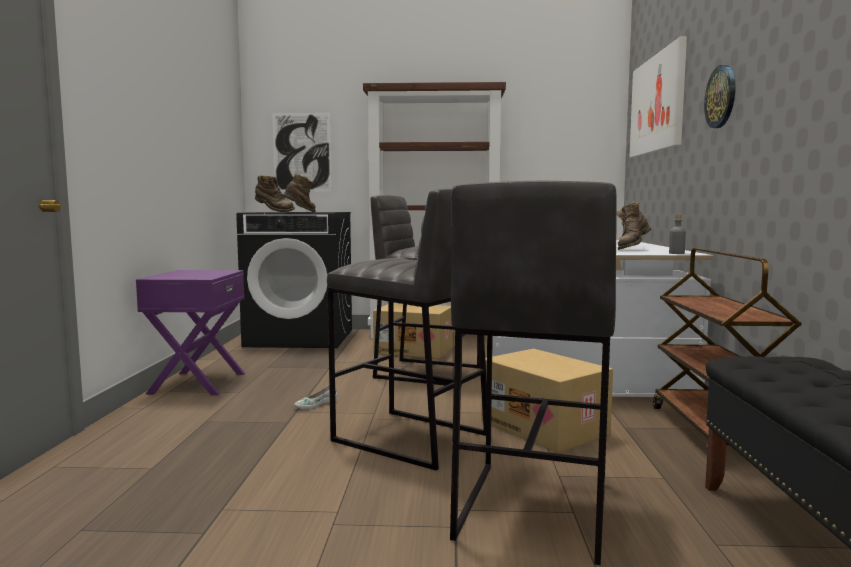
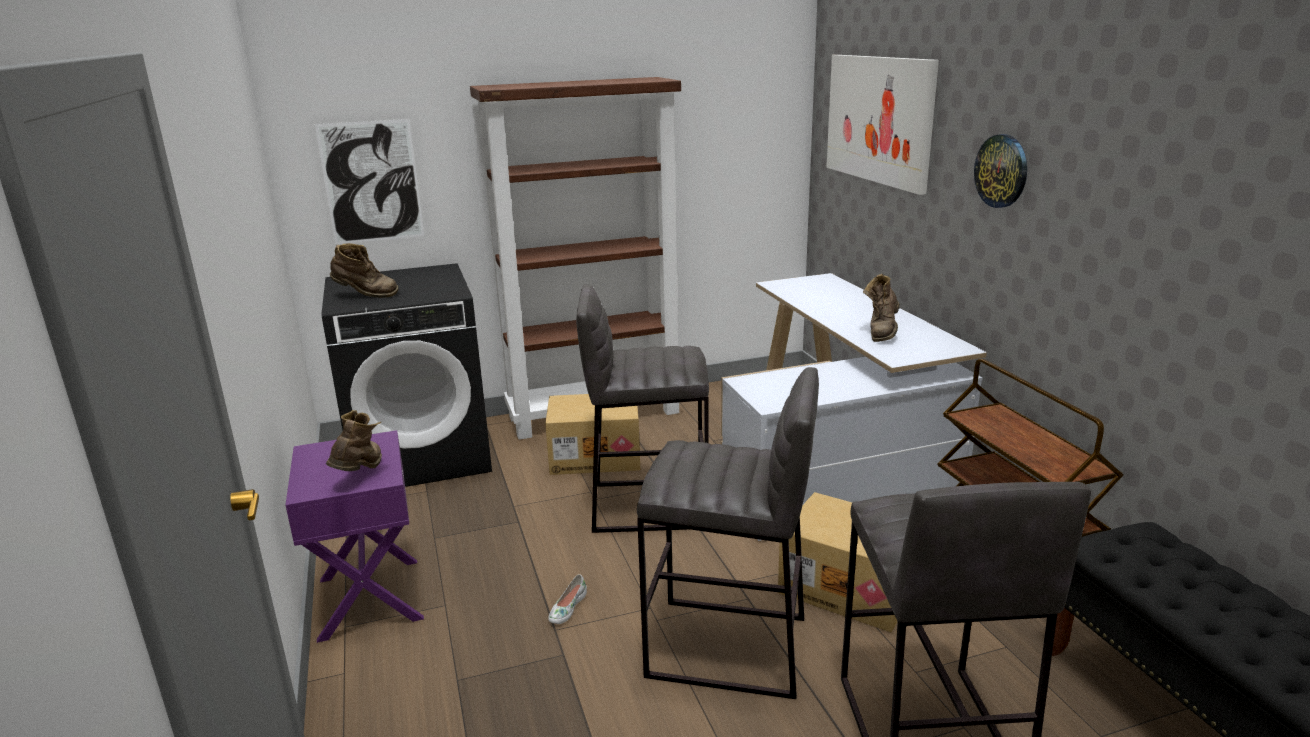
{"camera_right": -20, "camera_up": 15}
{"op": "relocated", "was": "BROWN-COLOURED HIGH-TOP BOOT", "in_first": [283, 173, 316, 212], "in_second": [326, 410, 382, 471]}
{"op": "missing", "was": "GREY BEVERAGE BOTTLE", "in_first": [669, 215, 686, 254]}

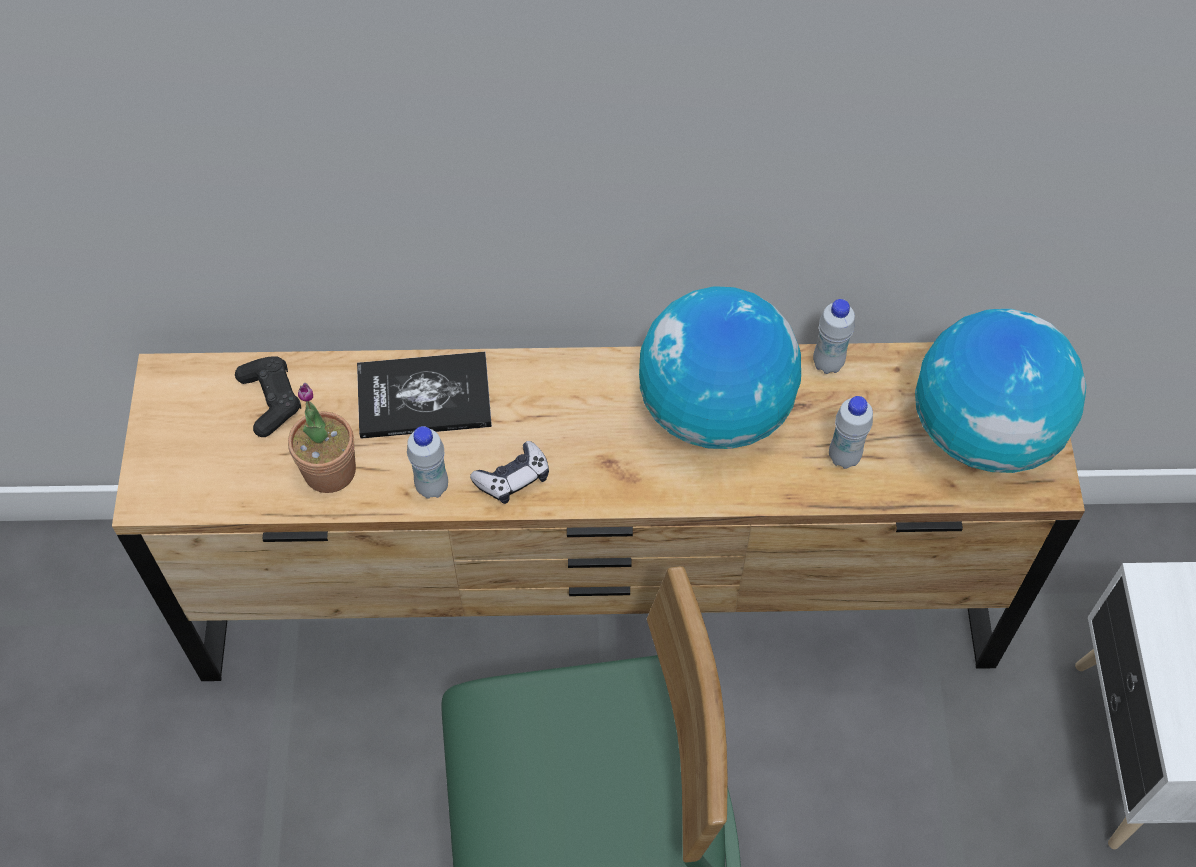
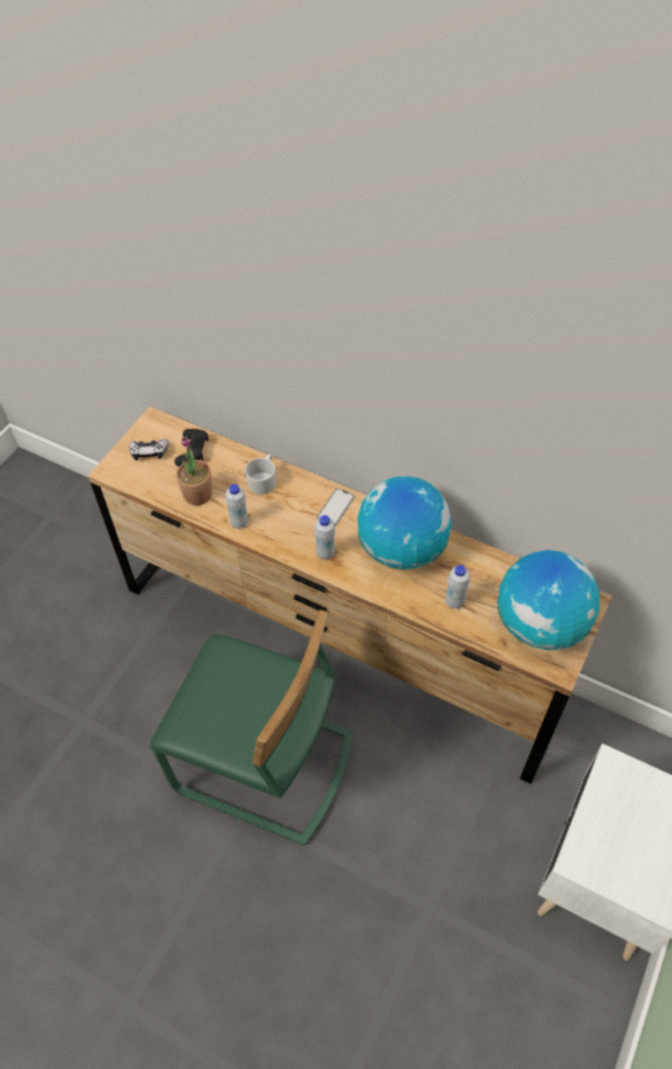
{"camera_right": 30, "camera_up": -5}
{"op": "exchanged", "was": "VOLUME", "now": "WHITE-COLOURED COFFEE MUG", "in_first": [357, 352, 492, 439], "in_second": [245, 454, 276, 494]}
{"op": "relocated", "was": "GAMEPAD", "in_first": [470, 441, 549, 504], "in_second": [129, 439, 169, 460]}
{"op": "relocated", "was": "WHITE-COLOURED BEVERAGE BOTTLE", "in_first": [813, 299, 855, 374], "in_second": [314, 515, 335, 560]}
{"op": "appeared", "now": "HANDSET", "in_second": [317, 488, 354, 526]}

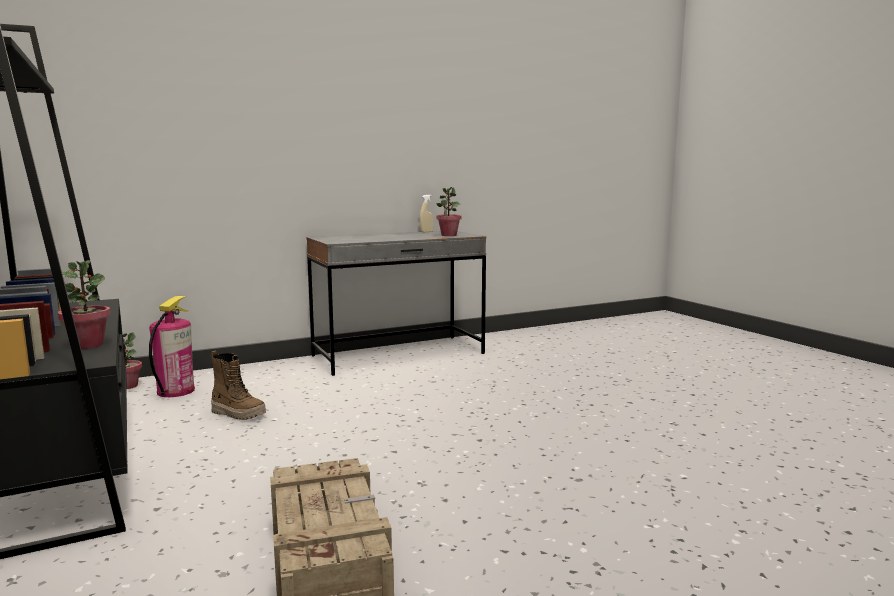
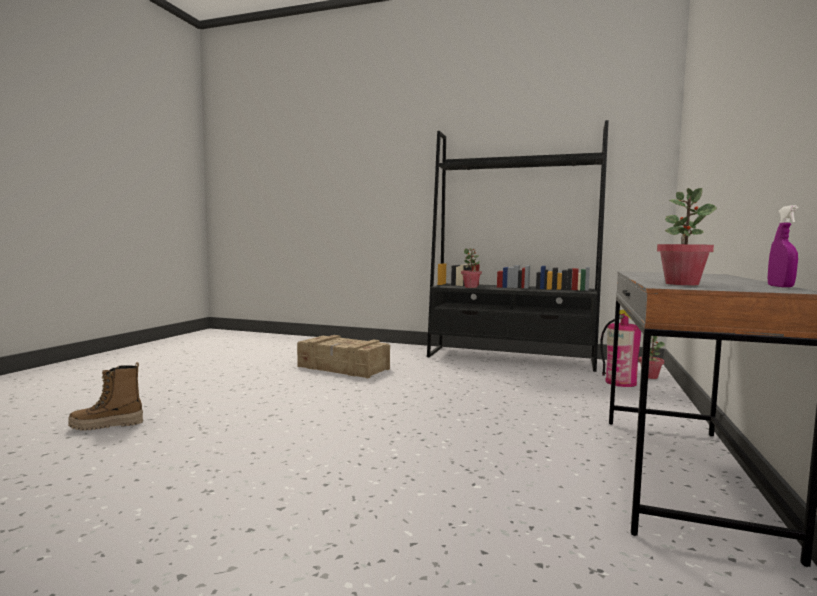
{"camera_right": 135, "camera_up": -5}
{"op": "relocated", "was": "HIGH-TOP BOOT", "in_first": [211, 351, 266, 420], "in_second": [68, 362, 143, 431]}
{"op": "colour", "was": "BEIGE SPRAY BOTTLE", "now": "PURPLE SPRAY BOTTLE", "in_first": [420, 195, 434, 232], "in_second": [768, 205, 799, 287]}

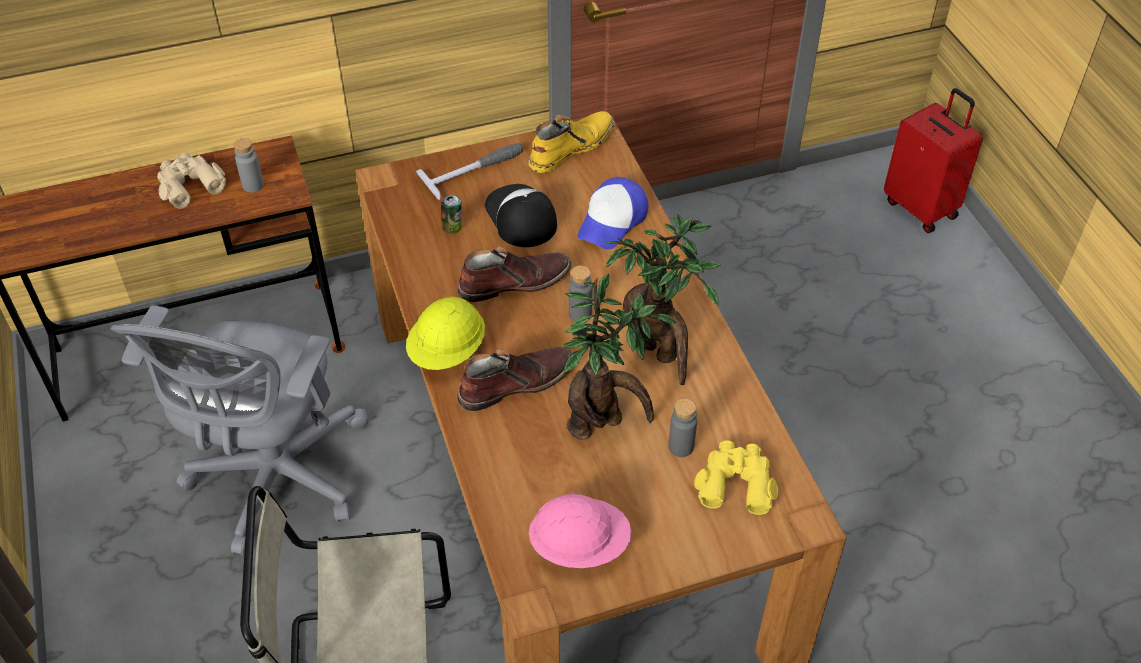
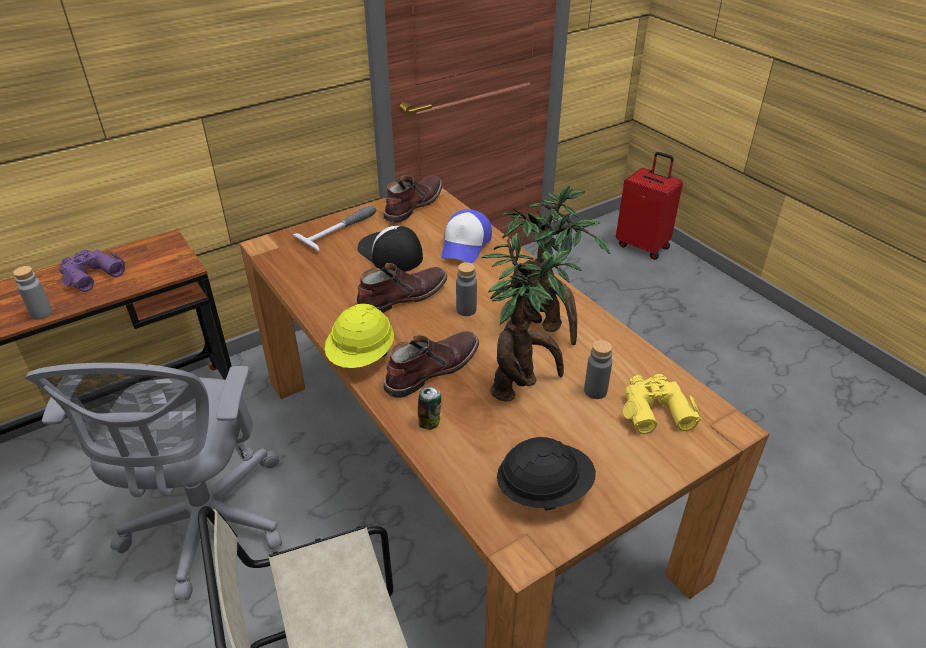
{"camera_right": -15, "camera_up": -10}
{"op": "colour", "was": "BEIGE PAIR OF BINOCULARS", "now": "PURPLE PAIR OF BINOCULARS", "in_first": [157, 153, 226, 209], "in_second": [59, 249, 125, 292]}
{"op": "relocated", "was": "GREY BEVERAGE BOTTLE", "in_first": [234, 138, 264, 193], "in_second": [13, 266, 53, 320]}
{"op": "relocated", "was": "CAN", "in_first": [441, 195, 463, 234], "in_second": [418, 387, 441, 430]}
{"op": "colour", "was": "YELLOWISH HIGH-TOP BOOT", "now": "BROWN-COLOURED HIGH-TOP BOOT", "in_first": [528, 111, 614, 173], "in_second": [384, 175, 442, 223]}
{"op": "colour", "was": "PINK-COLOURED HARD HAT", "now": "BLACK HARD HAT", "in_first": [529, 494, 632, 568], "in_second": [497, 437, 596, 511]}

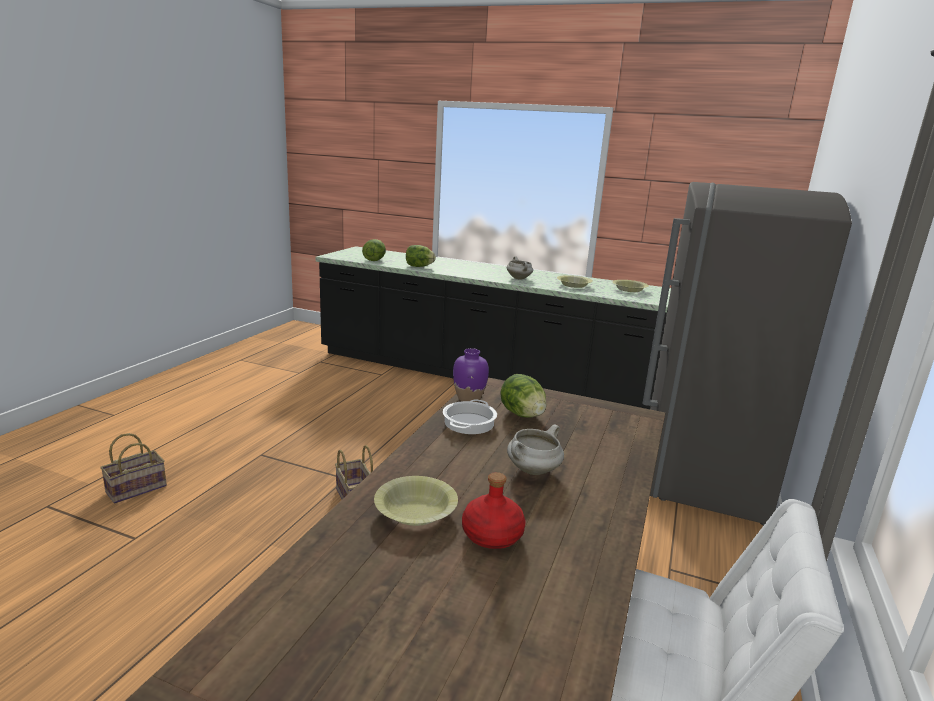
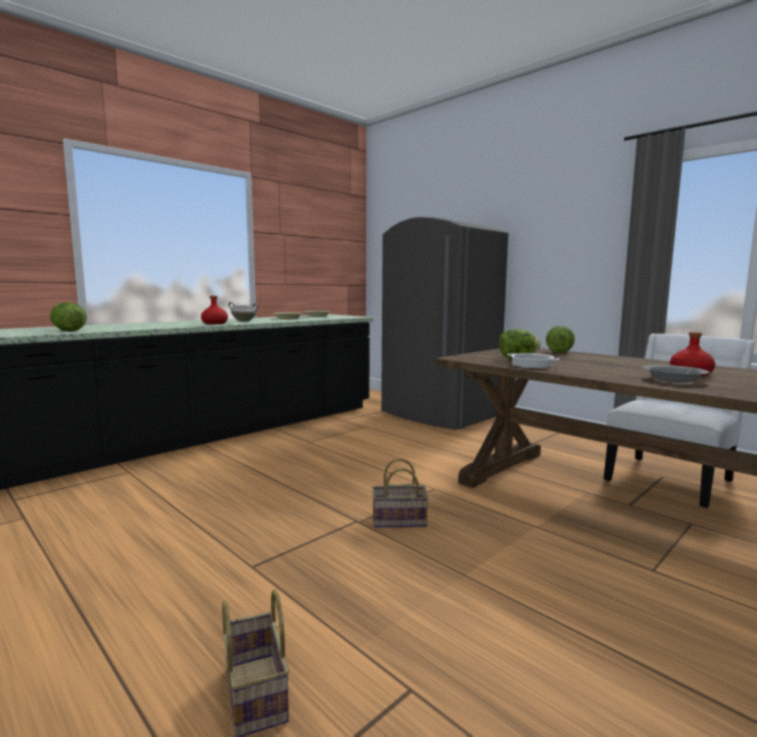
{"camera_right": -65, "camera_up": -10}
{"op": "colour", "was": "YELLOWISH SERVING BOWL", "now": "GREY SERVING BOWL", "in_first": [374, 476, 458, 526], "in_second": [643, 365, 709, 383]}
{"op": "relocated", "was": "HEAD OF LETTUCE", "in_first": [406, 245, 436, 267], "in_second": [546, 326, 575, 353]}
{"op": "missing", "was": "PURPLE FLOWER VASE", "in_first": [453, 348, 489, 402]}
{"op": "missing", "was": "WHITE-COLOURED SAUCEPOT", "in_first": [507, 424, 564, 475]}
{"op": "appeared", "now": "RED BEVERAGE BOTTLE", "in_second": [201, 296, 228, 324]}

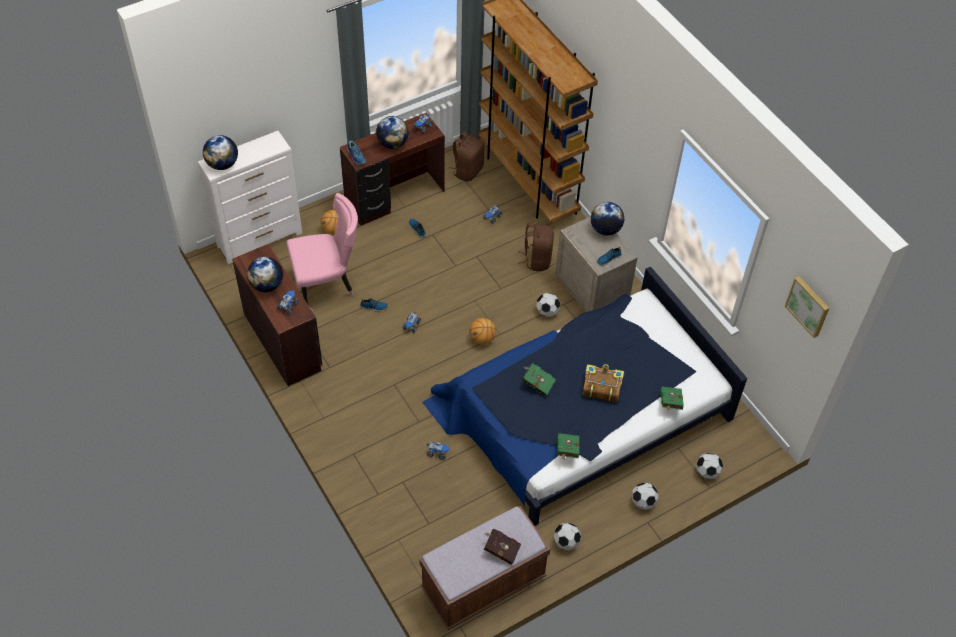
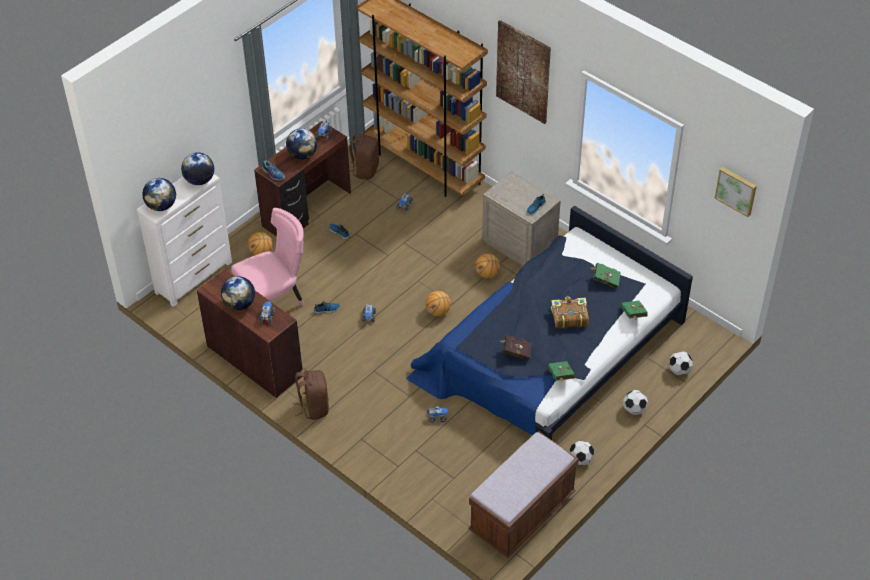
{"camera_right": -15, "camera_up": -5}
{"op": "relocated", "was": "RED VOLUME", "in_first": [484, 529, 521, 564], "in_second": [500, 335, 531, 360]}
{"op": "relocated", "was": "BROWN-COLOURED KNAPSACK", "in_first": [518, 223, 554, 271], "in_second": [293, 370, 329, 420]}
{"op": "relocated", "was": "GREEN VOLUME", "in_first": [522, 363, 556, 396], "in_second": [591, 263, 621, 289]}
{"op": "exchanged", "was": "FOOTBALL BALL", "now": "BALL FOR BASKETBALL", "in_first": [536, 293, 560, 317], "in_second": [475, 253, 500, 278]}
{"op": "relocated", "was": "GLOBE", "in_first": [591, 202, 624, 236], "in_second": [181, 152, 214, 185]}
{"op": "appeared", "now": "WALL ART", "in_second": [496, 20, 551, 124]}

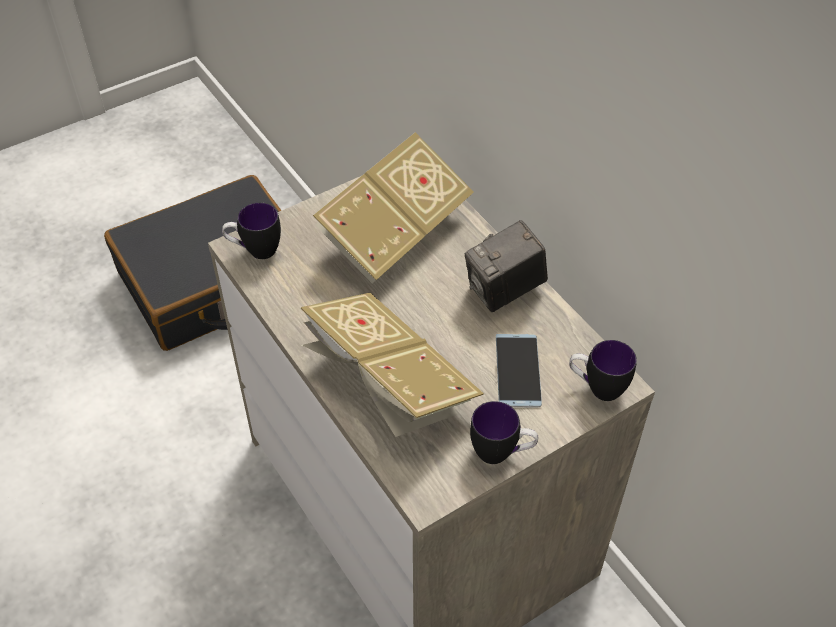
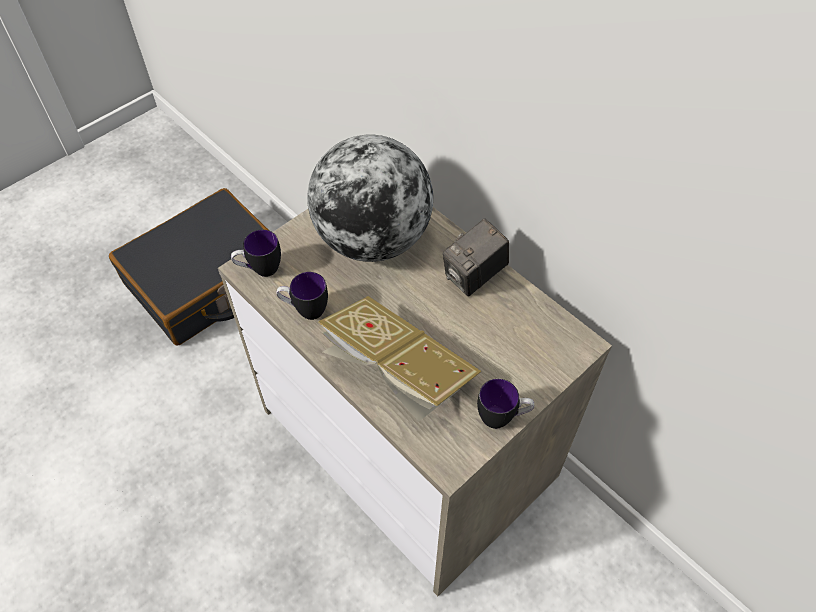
{"camera_right": -10, "camera_up": 5}
{"op": "exchanged", "was": "VOLUME", "now": "GLOBE", "in_first": [313, 132, 474, 284], "in_second": [308, 135, 433, 262]}
{"op": "missing", "was": "HANDSET", "in_first": [496, 334, 542, 407]}
{"op": "relocated", "was": "COFFEE MUG", "in_first": [569, 340, 637, 401], "in_second": [276, 272, 328, 320]}

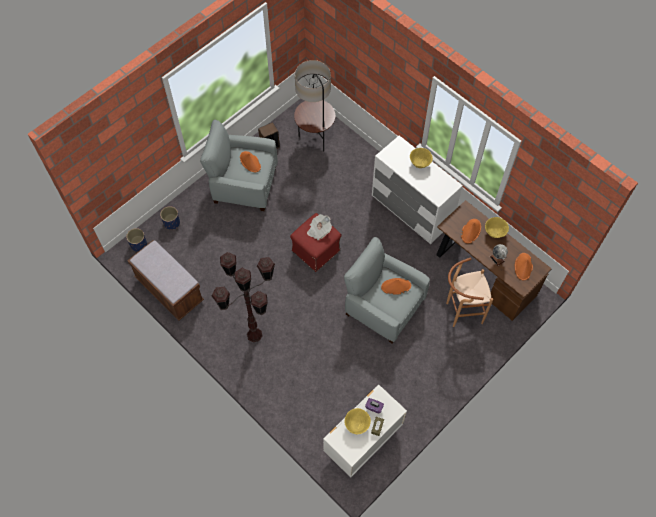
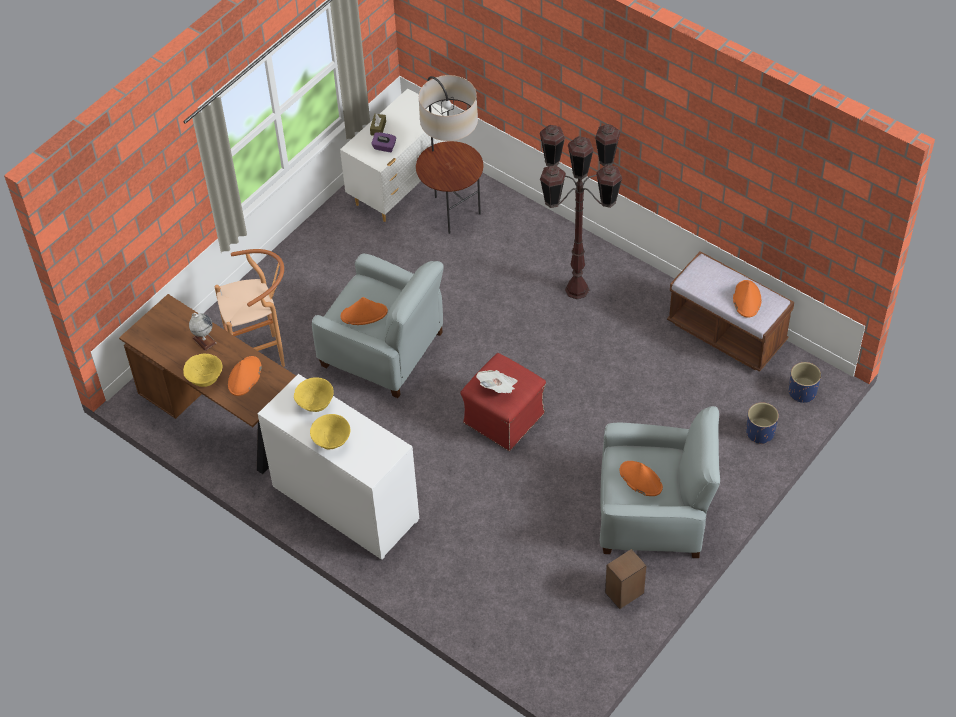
{"camera_right": 175, "camera_up": -10}
{"op": "relocated", "was": "STANDARD LAMP", "in_first": [294, 60, 335, 152], "in_second": [416, 75, 483, 234]}
{"op": "relocated", "was": "YELLOWISH SERVING BOWL", "in_first": [345, 408, 371, 434], "in_second": [294, 377, 334, 412]}
{"op": "relocated", "was": "ORANGE-COLOURED WEARABLE HAT", "in_first": [515, 253, 533, 280], "in_second": [733, 280, 761, 318]}

